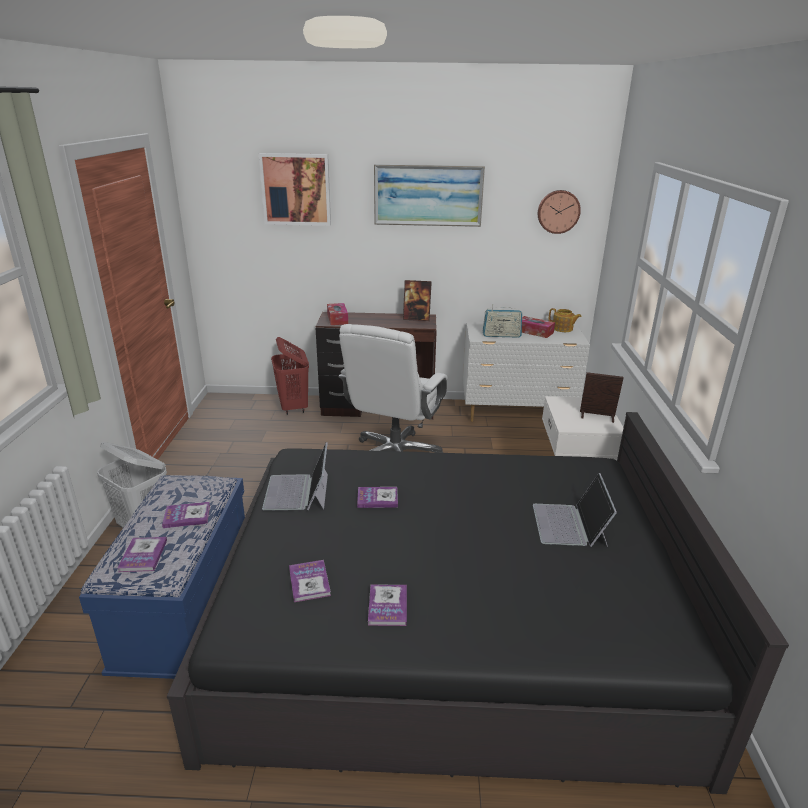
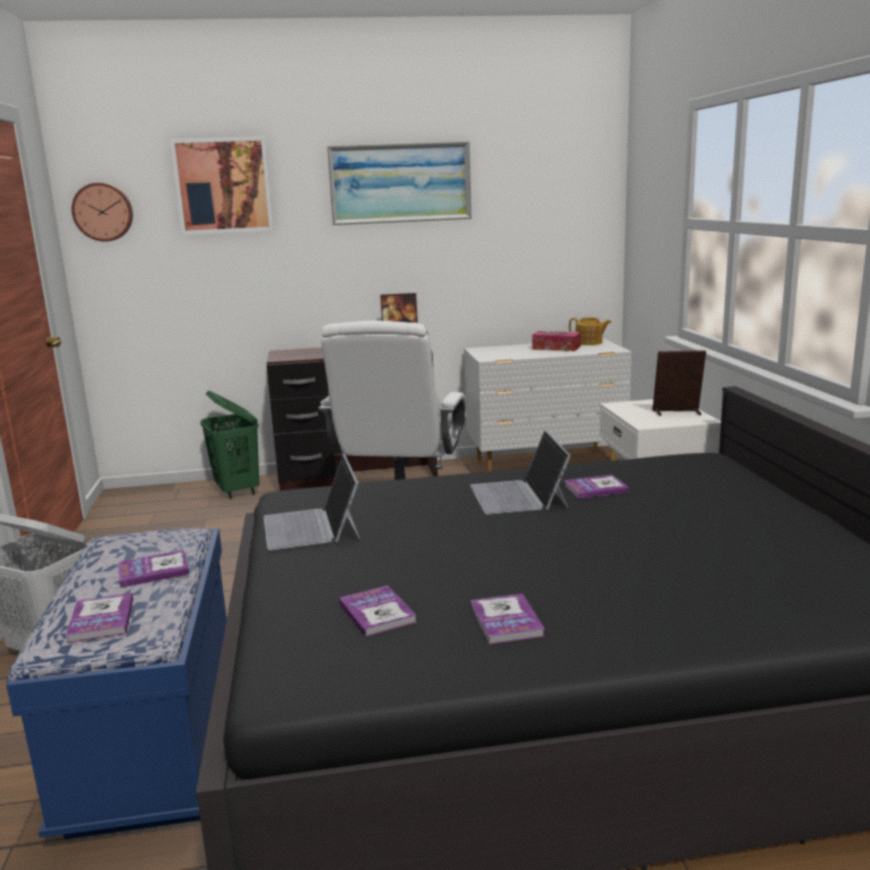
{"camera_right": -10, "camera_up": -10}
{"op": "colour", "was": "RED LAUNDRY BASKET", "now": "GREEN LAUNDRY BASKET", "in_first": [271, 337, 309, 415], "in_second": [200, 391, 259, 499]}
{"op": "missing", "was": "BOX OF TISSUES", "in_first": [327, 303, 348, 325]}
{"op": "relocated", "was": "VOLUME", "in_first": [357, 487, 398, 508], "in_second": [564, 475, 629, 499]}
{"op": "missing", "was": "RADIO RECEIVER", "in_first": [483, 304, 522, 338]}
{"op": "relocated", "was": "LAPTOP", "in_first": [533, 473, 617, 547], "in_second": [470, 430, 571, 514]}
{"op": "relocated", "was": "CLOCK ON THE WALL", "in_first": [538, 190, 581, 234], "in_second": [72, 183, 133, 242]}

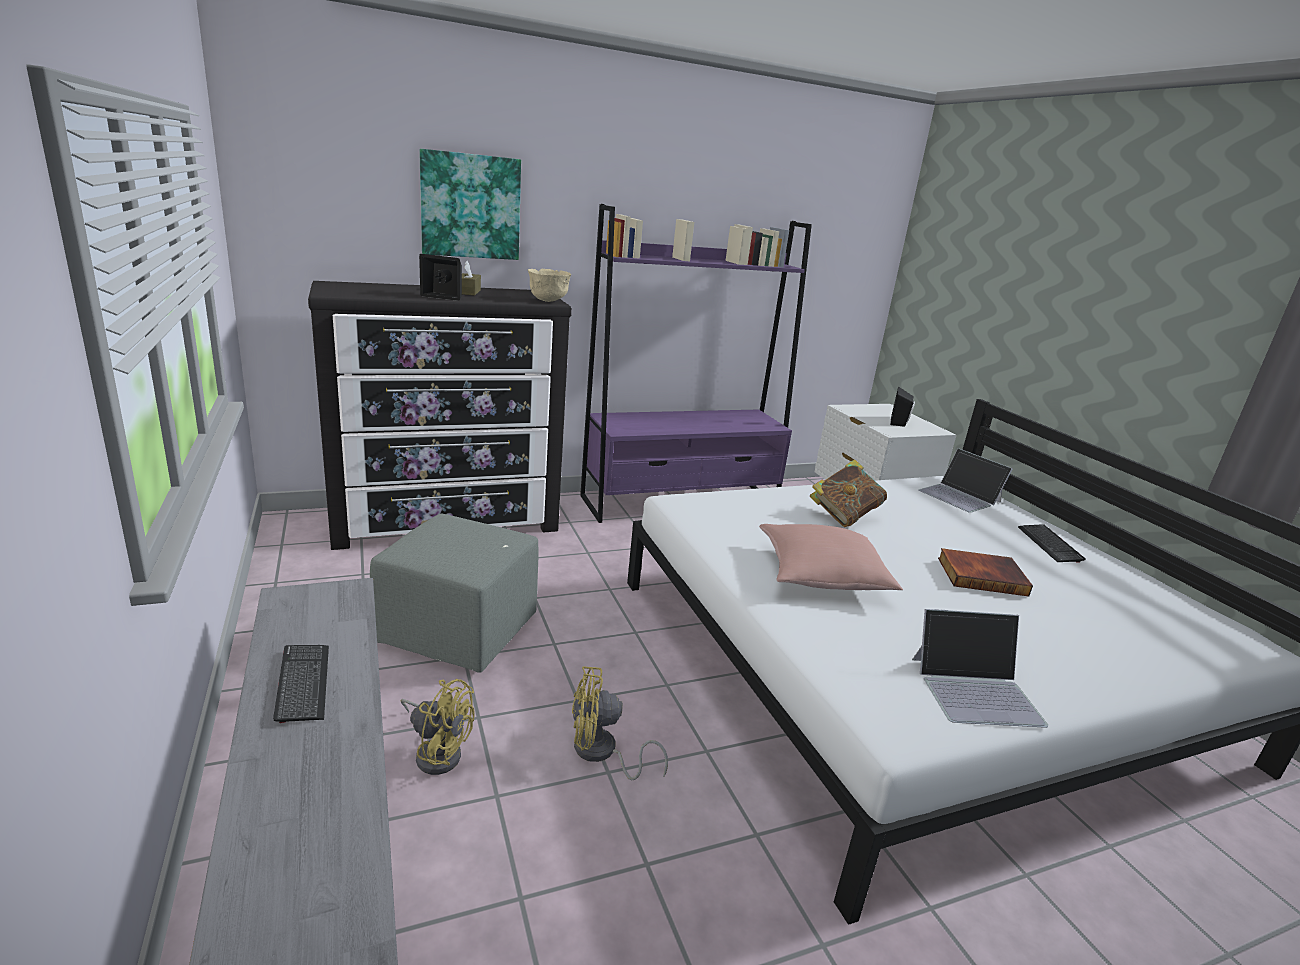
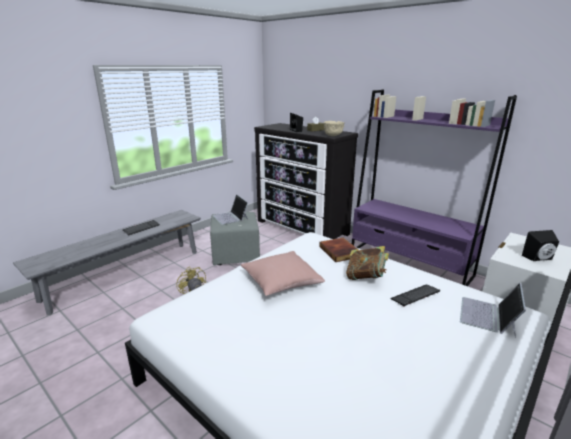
{"camera_right": 65, "camera_up": 0}
{"op": "missing", "was": "YELLOWISH COOLING FAN", "in_first": [401, 679, 474, 775]}
{"op": "missing", "was": "WALL ART", "in_first": [419, 149, 521, 260]}
{"op": "relocated", "was": "LAPTOP", "in_first": [912, 609, 1048, 728], "in_second": [213, 194, 248, 225]}
{"op": "relocated", "was": "VOLUME", "in_first": [938, 548, 1033, 596], "in_second": [319, 238, 357, 262]}
{"op": "relocated", "was": "KEYBOARD", "in_first": [1018, 524, 1086, 563], "in_second": [390, 285, 441, 307]}

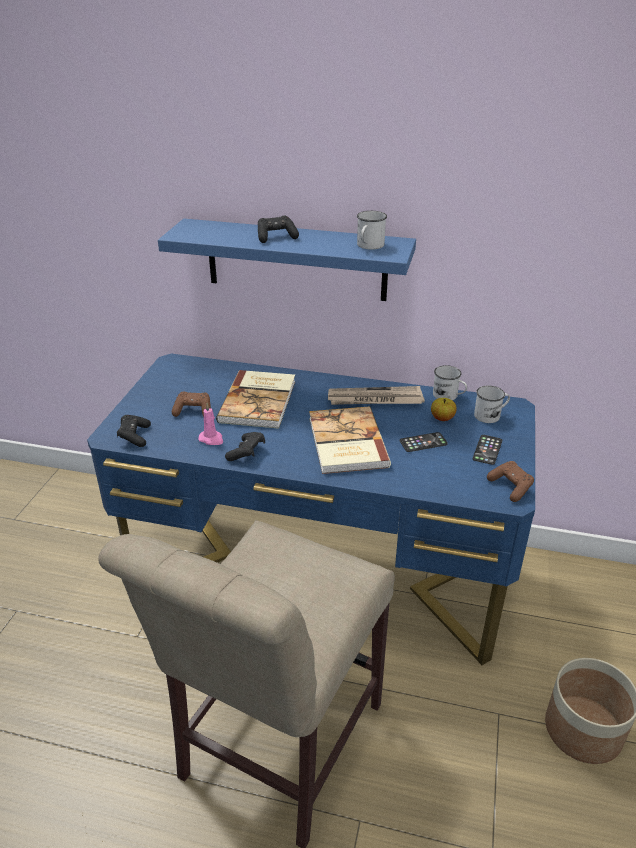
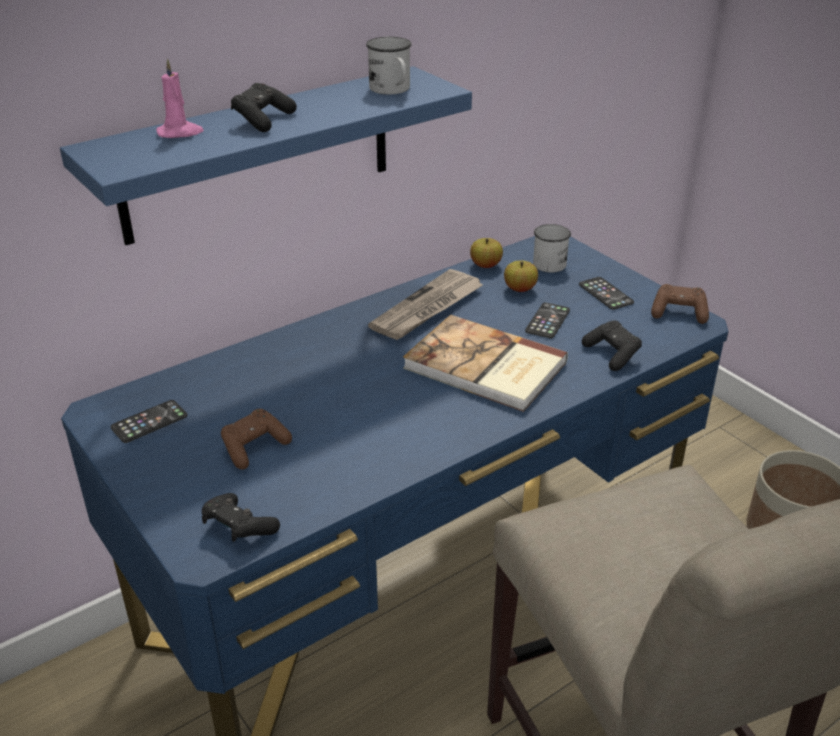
{"camera_right": -50, "camera_up": 0}
{"op": "relocated", "was": "PINK-COLOURED WAX CANDLE", "in_first": [198, 403, 223, 445], "in_second": [156, 58, 204, 138]}
{"op": "missing", "was": "VOLUME", "in_first": [216, 370, 295, 429]}
{"op": "relocated", "was": "BLACK GAMEPAD", "in_first": [225, 432, 265, 461], "in_second": [582, 320, 642, 371]}
{"op": "exchanged", "was": "WHITE-COLOURED COFFEE MUG", "now": "APPLE", "in_first": [433, 365, 467, 400], "in_second": [470, 238, 503, 268]}
{"op": "appeared", "now": "HANDSET", "in_second": [110, 400, 187, 443]}

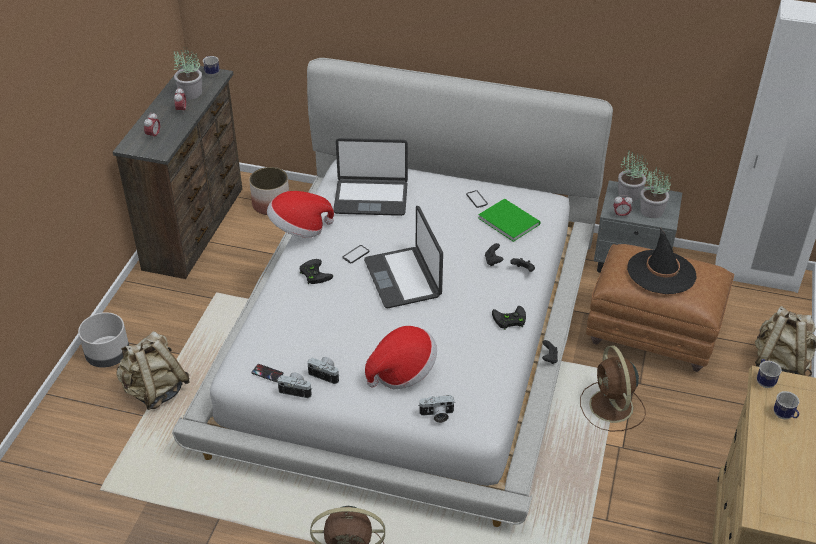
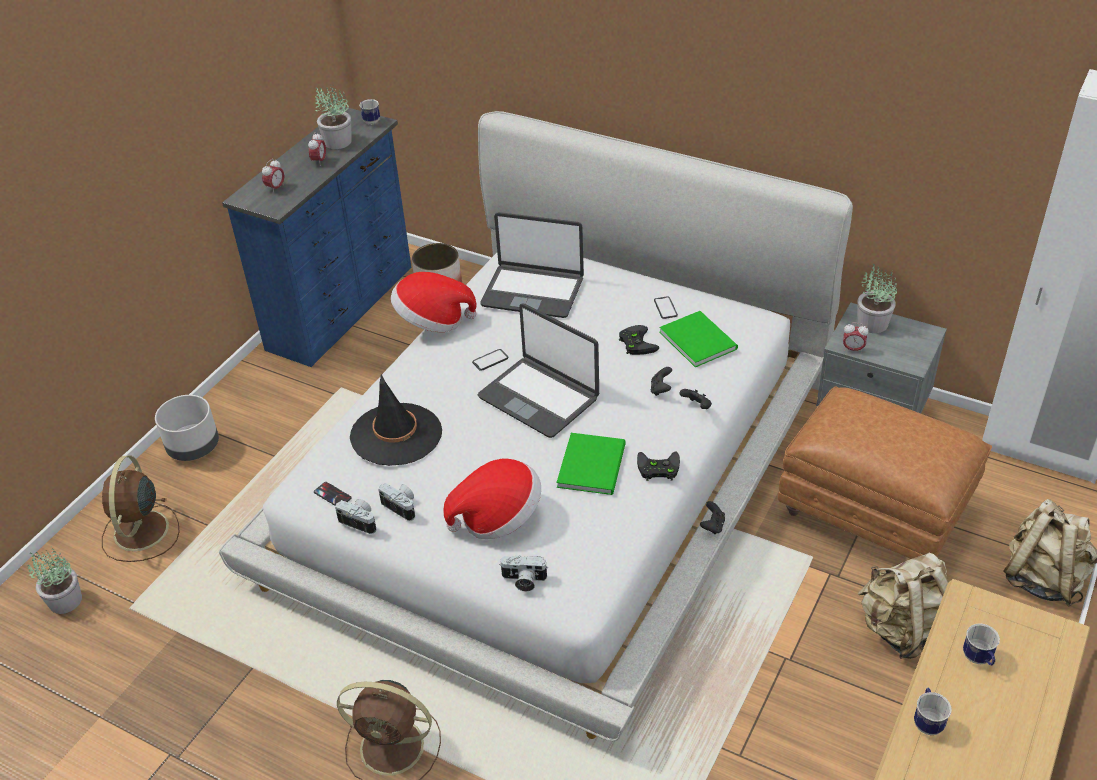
{"camera_right": 15, "camera_up": 0}
{"op": "colour", "was": "BROWN-COLOURED DRAWER CHEST", "now": "BLUE-COLOURED DRAWER CHEST", "in_first": [113, 64, 242, 279], "in_second": [222, 107, 412, 367]}
{"op": "relocated", "was": "BEIGE KNAPSACK", "in_first": [116, 331, 190, 410], "in_second": [858, 553, 949, 659]}
{"op": "relocated", "was": "BLACK GAMEPAD", "in_first": [300, 259, 333, 284], "in_second": [619, 325, 659, 355]}
{"op": "spun", "was": "LAPTOP", "in_first": [364, 206, 443, 308], "in_second": [478, 304, 599, 438], "clockwise": -45}
{"op": "relocated", "was": "BROWN-COLOURED COOLING FAN", "in_first": [580, 346, 646, 432], "in_second": [102, 456, 180, 562]}
{"op": "relocated", "was": "BLACK WEARABLE HAT", "in_first": [627, 228, 697, 294], "in_second": [350, 374, 442, 466]}
{"op": "relocated", "was": "HOUSEPLANT", "in_first": [640, 167, 671, 218], "in_second": [27, 546, 82, 614]}
{"op": "relocated", "was": "COFFEE MUG", "in_first": [757, 359, 782, 388], "in_second": [914, 688, 952, 735]}
{"op": "appeared", "now": "GREEN VOLUME", "in_second": [556, 433, 626, 495]}

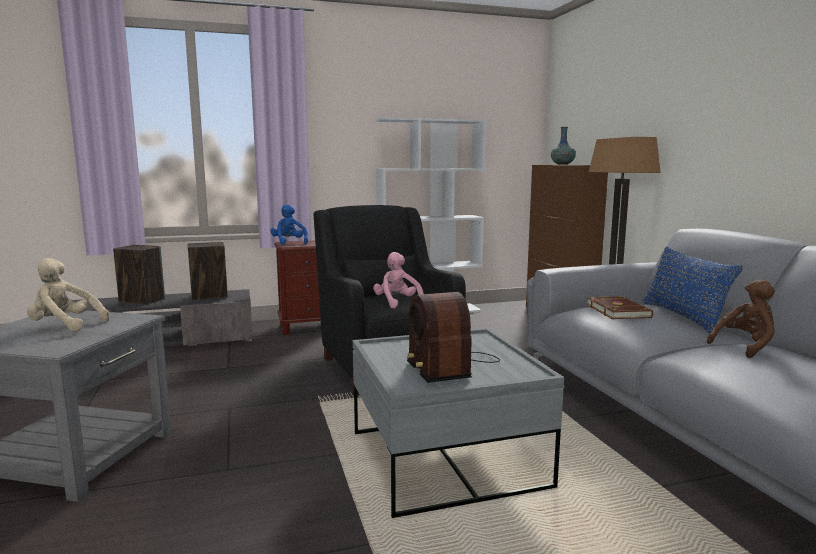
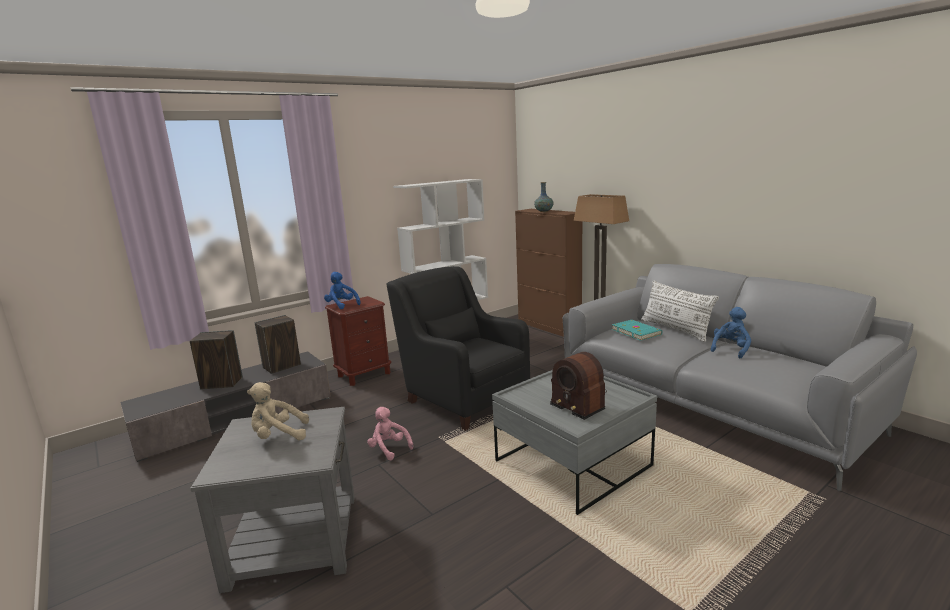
{"camera_right": -20, "camera_up": 5}
{"op": "relocated", "was": "PINK-COLOURED PLUSH TOY", "in_first": [373, 252, 424, 309], "in_second": [367, 407, 413, 460]}
{"op": "colour", "was": "BROWN-COLOURED VOLUME", "now": "TURQUOISE-COLOURED VOLUME", "in_first": [586, 296, 653, 319], "in_second": [612, 320, 662, 341]}
{"op": "colour", "was": "BLUE-COLOURED THROW PILLOW", "now": "WHITE-COLOURED THROW PILLOW", "in_first": [642, 247, 743, 333], "in_second": [641, 280, 719, 342]}
{"op": "colour", "was": "BROWN-COLOURED PLUSH TOY", "now": "BLUE-COLOURED PLUSH TOY", "in_first": [707, 279, 775, 358], "in_second": [711, 307, 751, 358]}

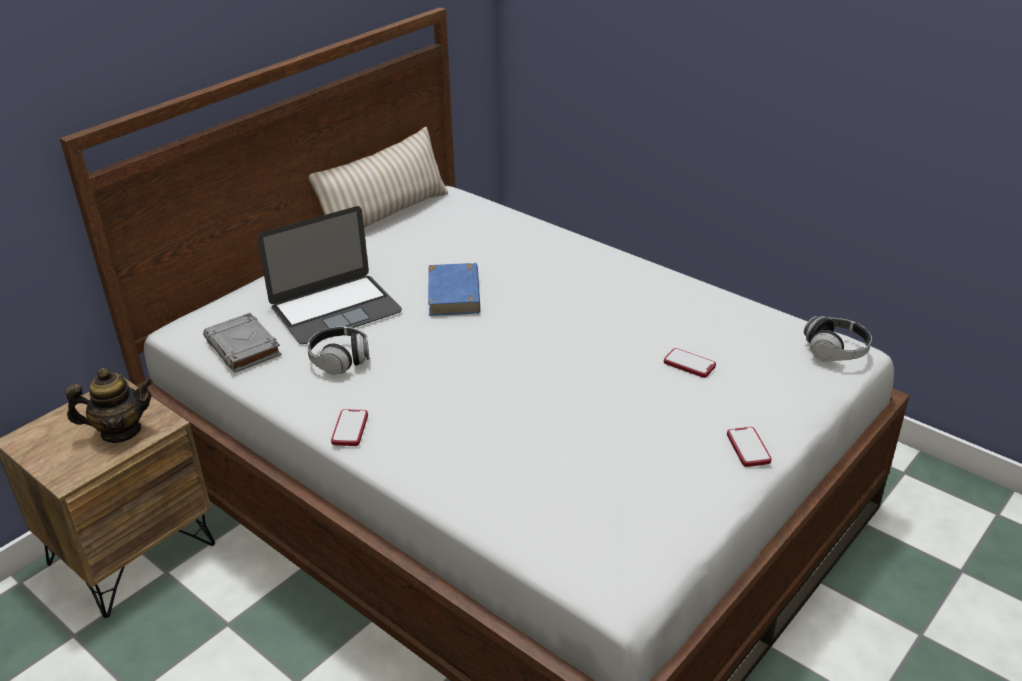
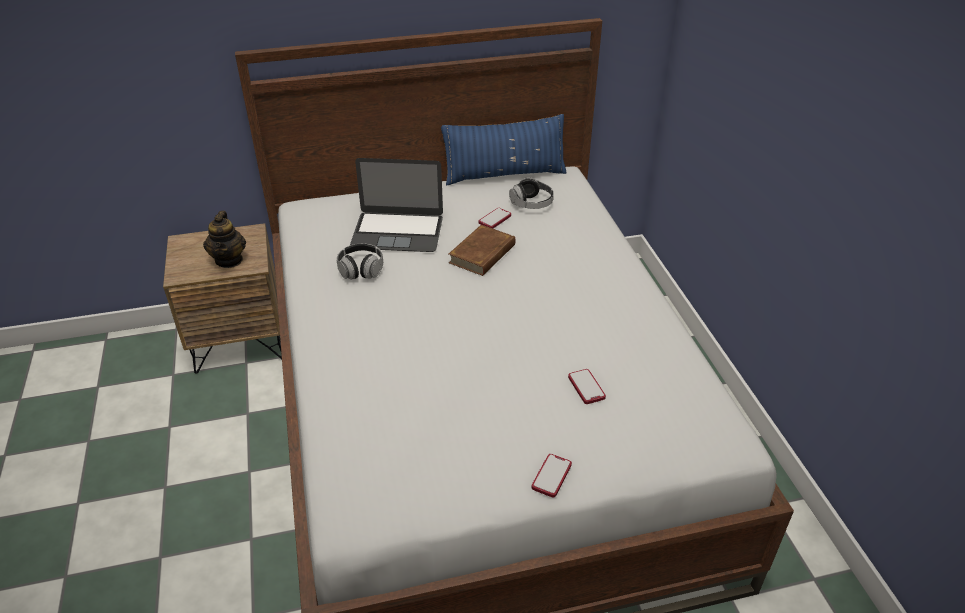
{"camera_right": 35, "camera_up": 5}
{"op": "spun", "was": "POT FOR TEA", "in_first": [66, 368, 153, 443], "in_second": [203, 211, 246, 268], "clockwise": 60}
{"op": "missing", "was": "GREY VOLUME", "in_first": [203, 313, 282, 373]}
{"op": "colour", "was": "BEIGE THROW PILLOW", "now": "BLUE-COLOURED THROW PILLOW", "in_first": [309, 126, 448, 228], "in_second": [441, 114, 567, 185]}
{"op": "relocated", "was": "HANDSET", "in_first": [331, 409, 368, 446], "in_second": [479, 208, 511, 228]}
{"op": "colour", "was": "BLUE-COLOURED VOLUME", "now": "BROWN-COLOURED VOLUME", "in_first": [428, 263, 480, 316], "in_second": [449, 225, 515, 276]}
{"op": "relocated", "was": "HEADPHONES", "in_first": [804, 316, 872, 362], "in_second": [509, 177, 554, 209]}

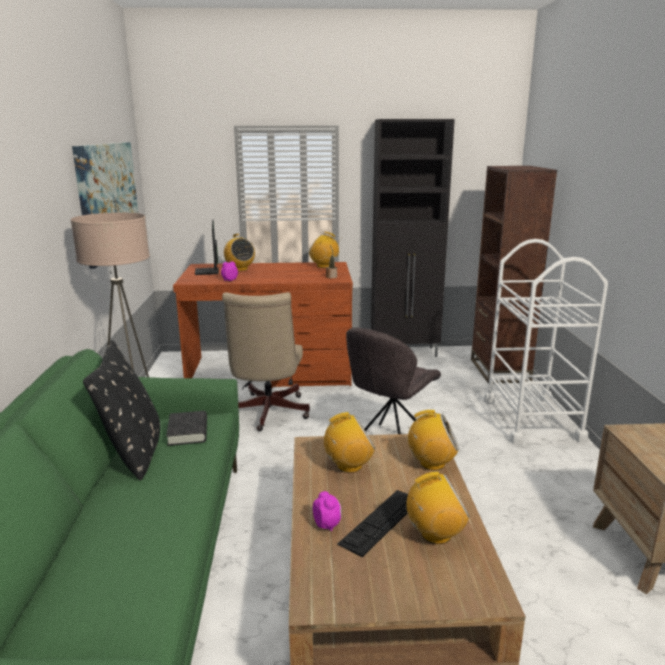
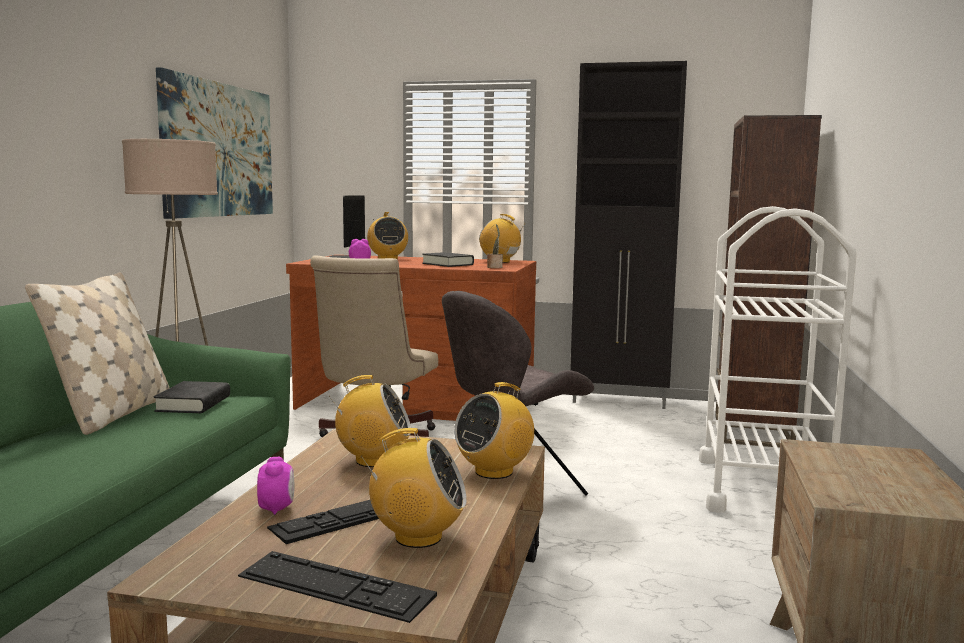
{"camera_right": 15, "camera_up": -10}
{"op": "colour", "was": "BLACK THROW PILLOW", "now": "BEIGE THROW PILLOW", "in_first": [83, 340, 160, 480], "in_second": [25, 272, 169, 435]}
{"op": "spun", "was": "RADIO RECEIVER", "in_first": [408, 410, 459, 470], "in_second": [454, 382, 534, 479], "clockwise": 120}
{"op": "appeared", "now": "KEYBOARD", "in_second": [238, 551, 437, 623]}
{"op": "appeared", "now": "BLACK VOLUME", "in_second": [422, 252, 474, 267]}

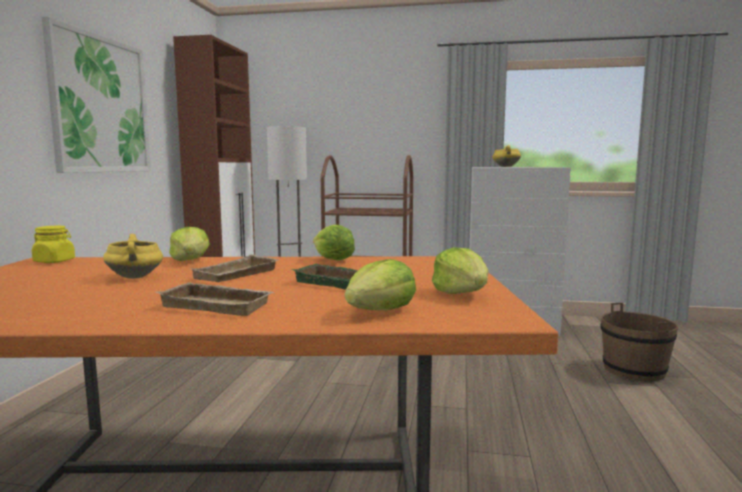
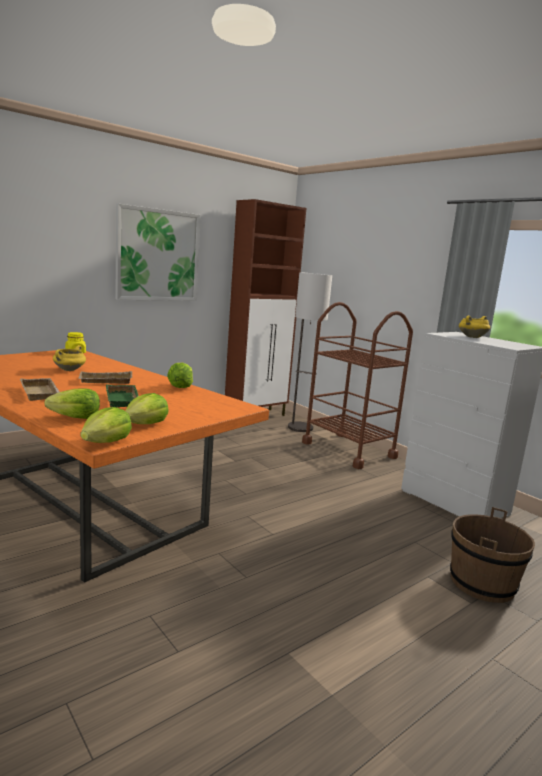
{"camera_right": 40, "camera_up": 5}
{"op": "relocated", "was": "HEAD OF LETTUCE", "in_first": [169, 227, 210, 261], "in_second": [81, 407, 132, 443]}

